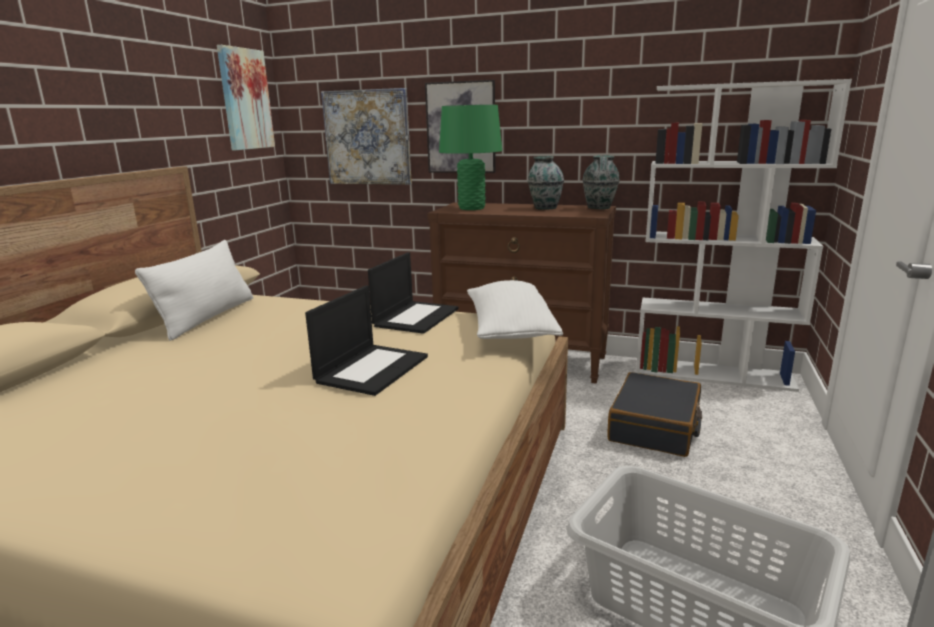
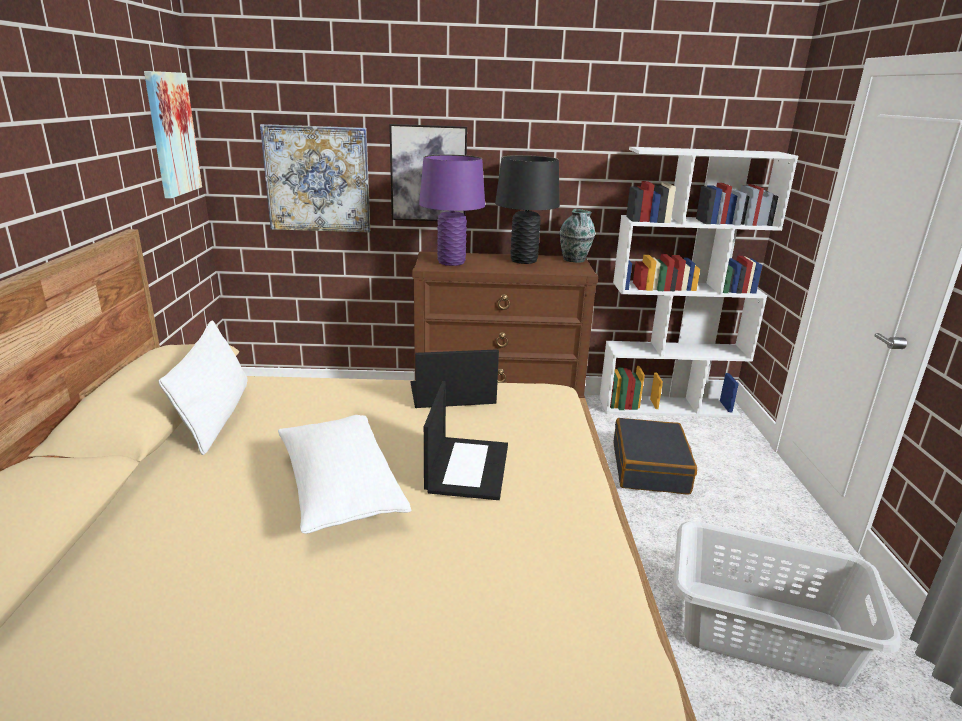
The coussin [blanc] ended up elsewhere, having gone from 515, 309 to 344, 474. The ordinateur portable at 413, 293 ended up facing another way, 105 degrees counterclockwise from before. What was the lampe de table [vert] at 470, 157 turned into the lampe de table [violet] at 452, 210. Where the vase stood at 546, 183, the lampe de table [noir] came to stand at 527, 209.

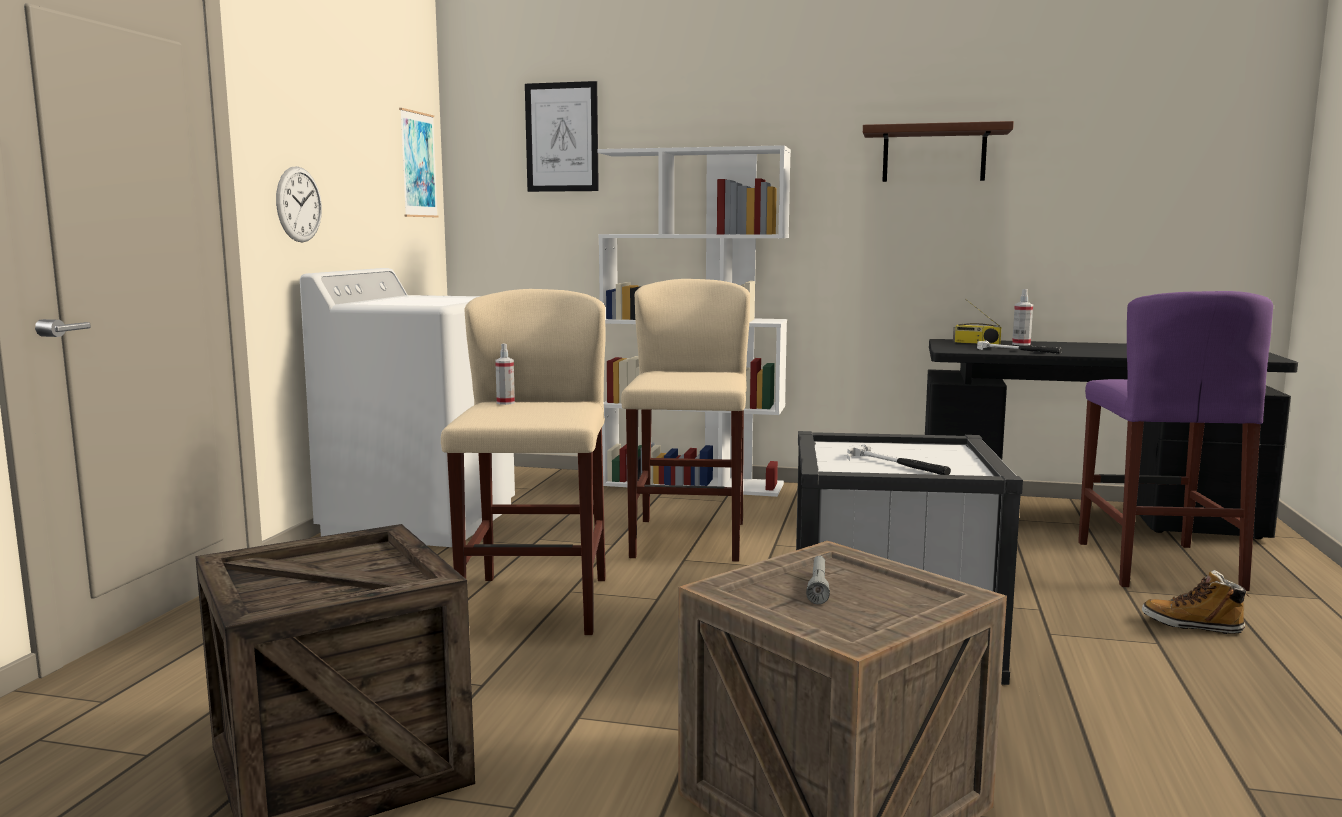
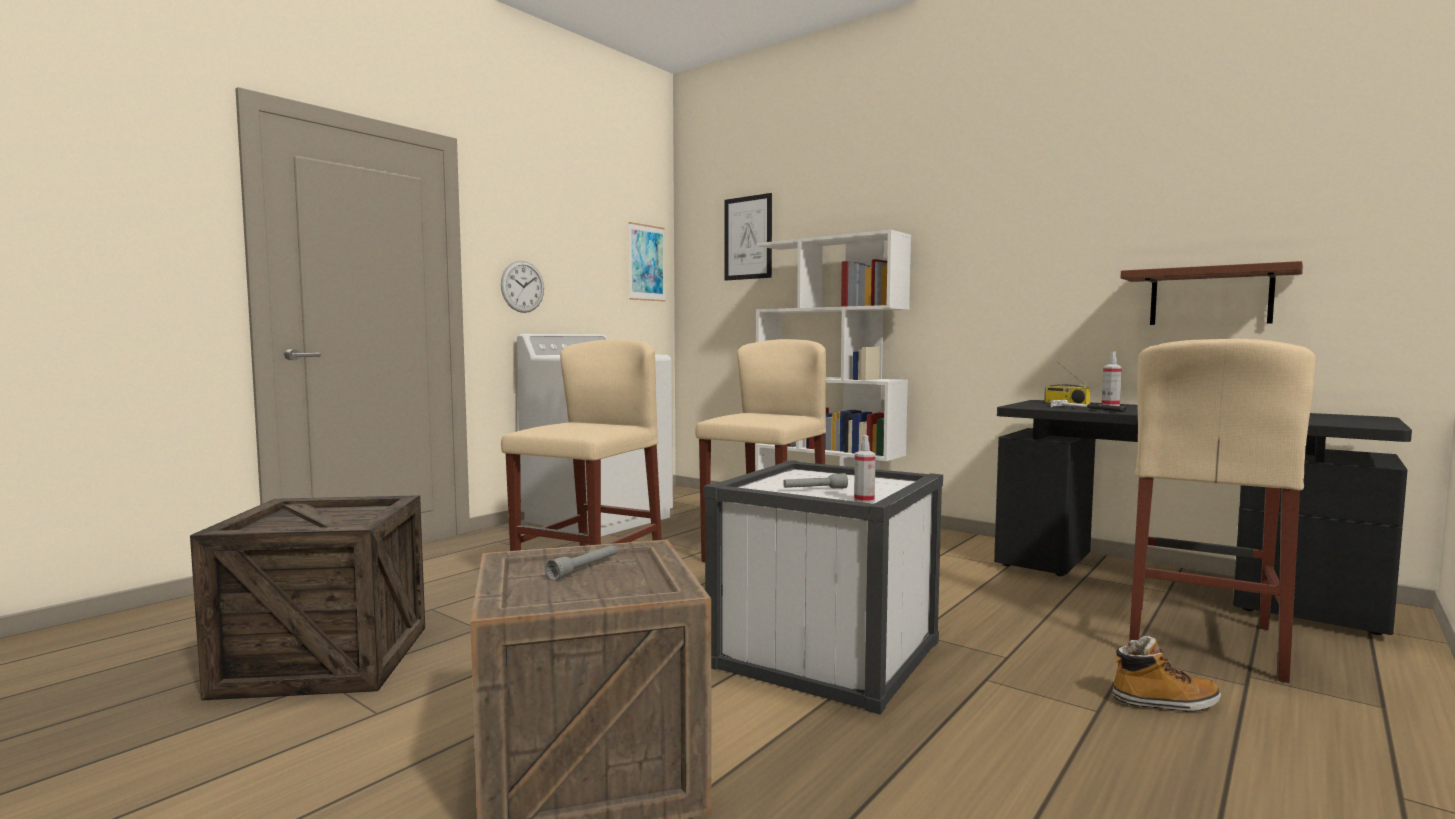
Where the marteau stood at 899, 459, the lampe de poche [gris] came to stand at 815, 480. The vaporisateur ended up elsewhere, having gone from 505, 374 to 865, 469. The botte at 1196, 602 ended up facing another way, 135 degrees clockwise from before. The étagère [marron] ended up elsewhere, having gone from 938, 151 to 1212, 293. What was the tabouret [violet] at 1175, 441 turned into the tabouret [beige] at 1222, 511.

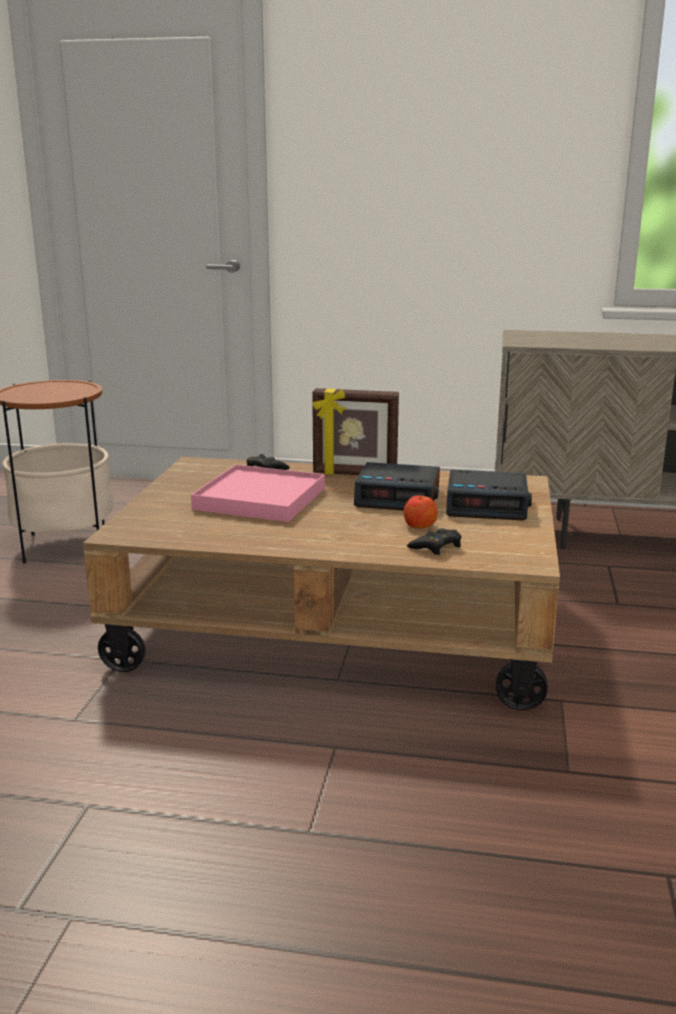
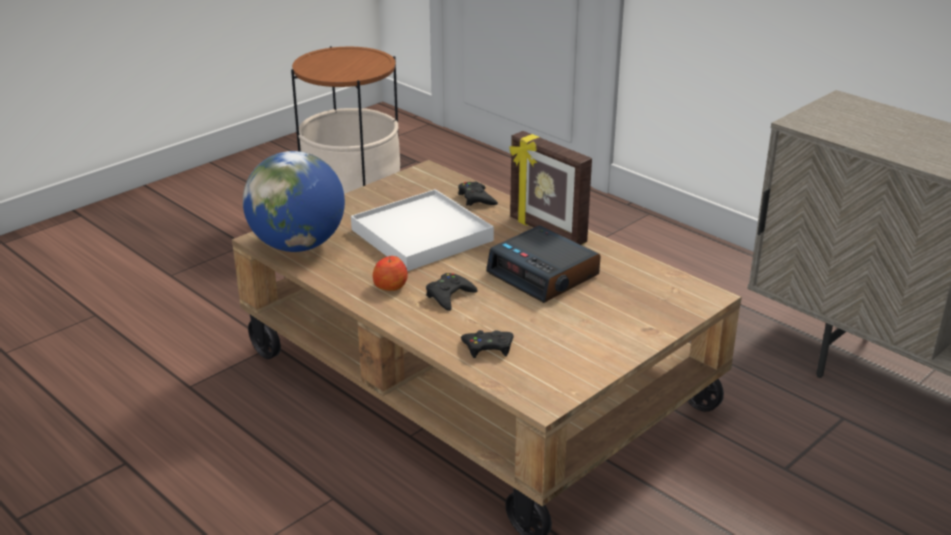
The second view gained the globe at 294, 201. What was the plateau [rose] at 258, 493 turned into the plateau [blanc] at 422, 230. The pomme ended up elsewhere, having gone from 420, 511 to 390, 273. The second view gained the manette [noir] at 452, 292. The second view lost the réveil at 489, 495.

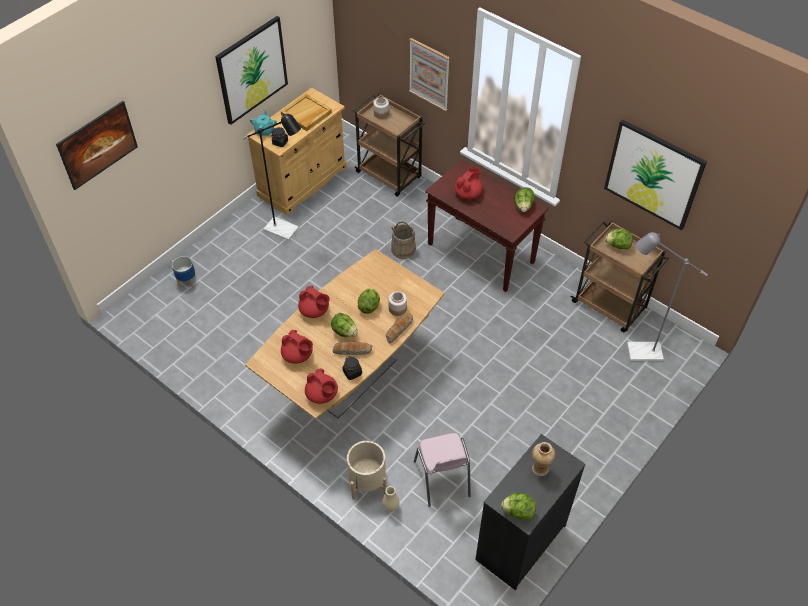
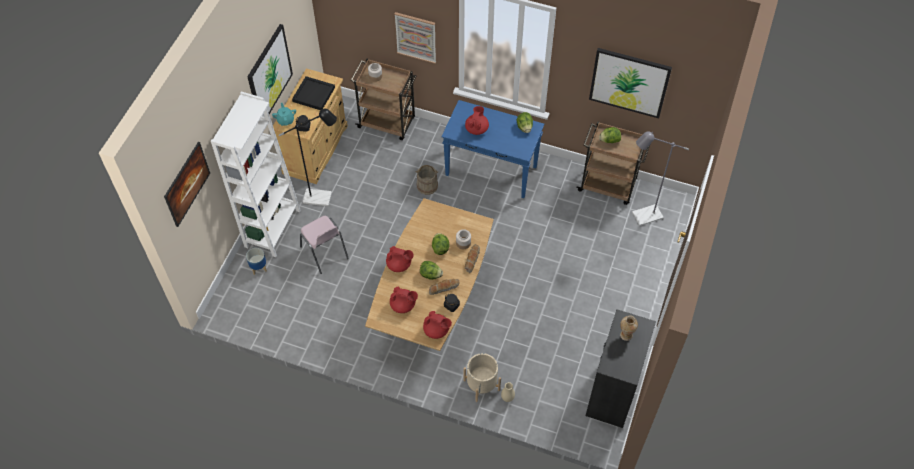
The second view gained the bibliothèque [blanc] at 256, 174. What was the plateau [beige] at 306, 112 turned into the plateau [noir] at 313, 93. The chaise [rose] ended up elsewhere, having gone from 442, 470 to 324, 245. What was the table console [marron] at 486, 225 turned into the table console [bleu] at 493, 149. The second view lost the laitue at 518, 506.

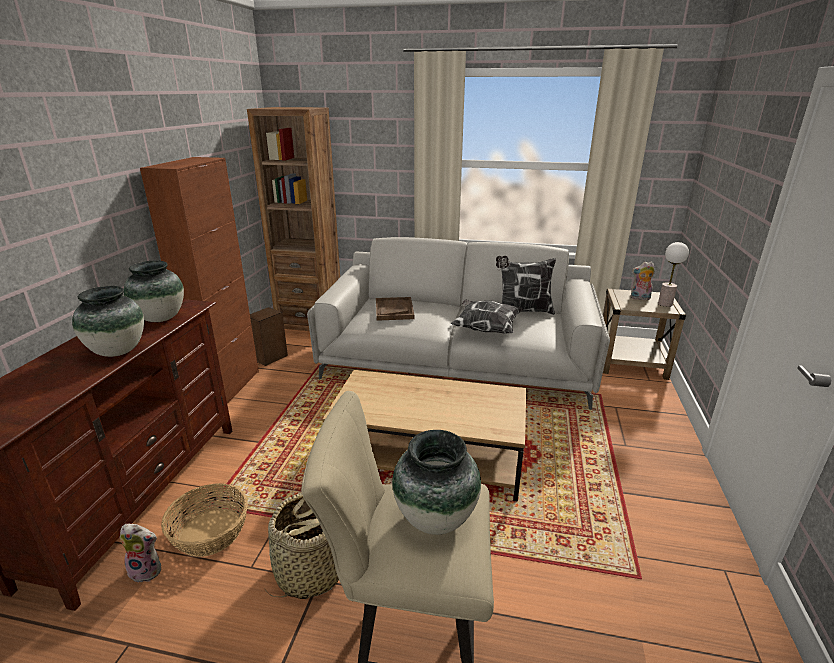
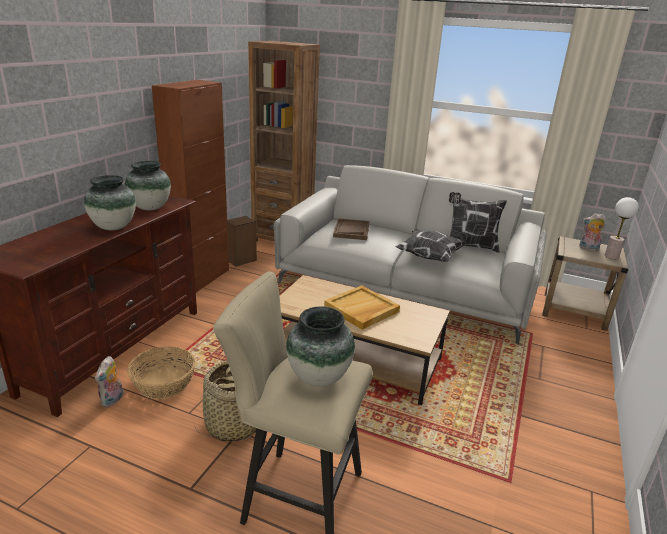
The peluche at 140, 553 ended up facing another way, 90 degrees clockwise from before. The second view gained the plateau [beige] at 362, 307.

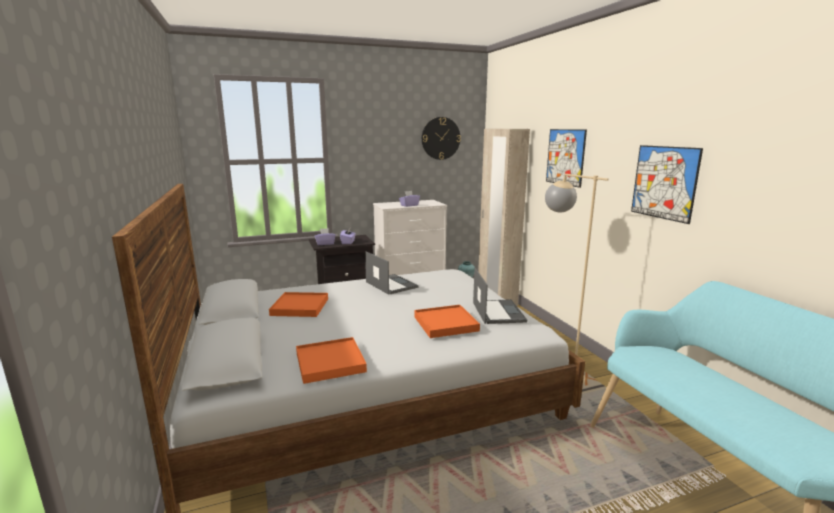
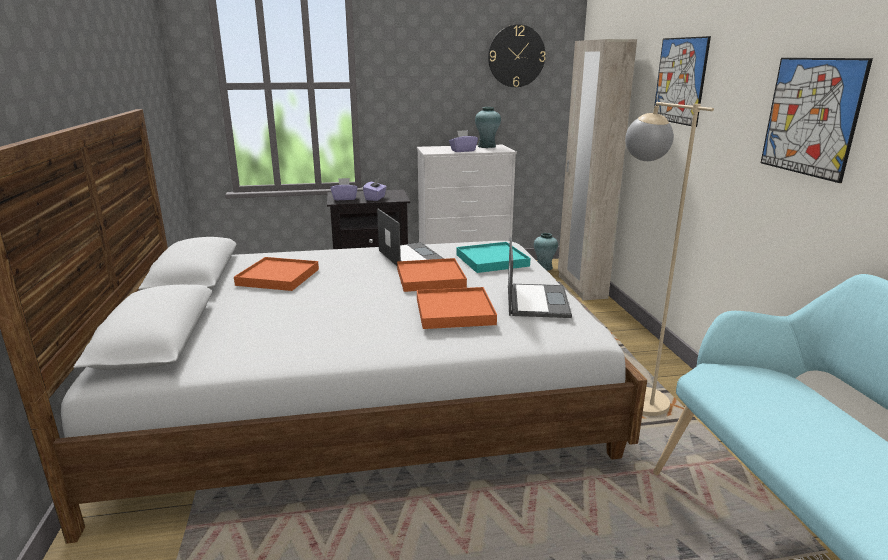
The plateau [orange] ended up elsewhere, having gone from 331, 360 to 432, 275. The second view gained the plateau [turquoise] at 493, 257. The second view gained the vase [turquoise] at 488, 127.

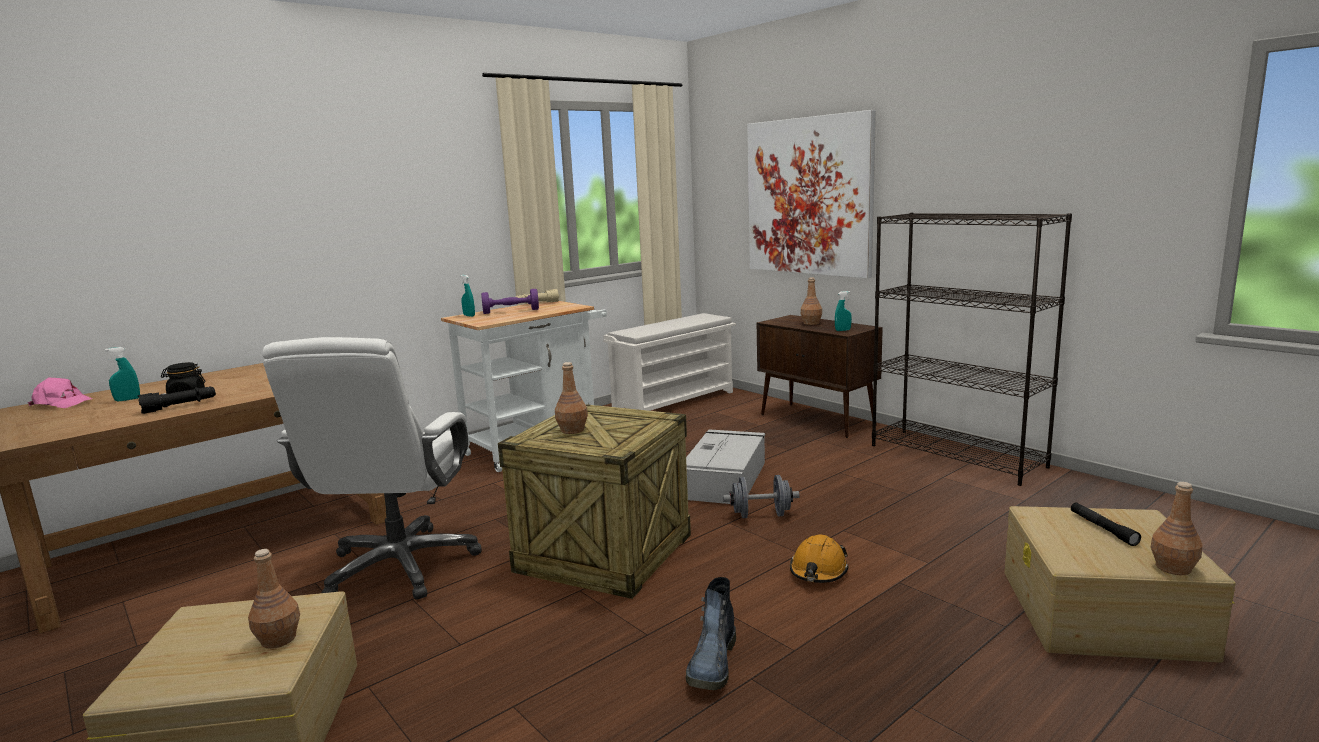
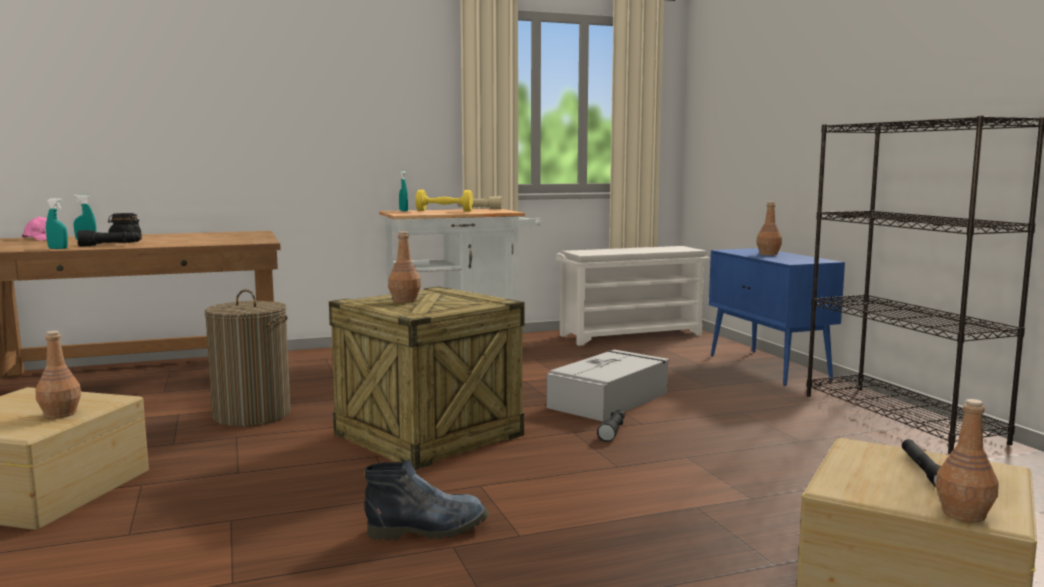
The vaporisateur [turquoise] ended up elsewhere, having gone from 843, 311 to 57, 223. Where the chaise de bureau [blanc] stood at 371, 468, the panier à linge came to stand at 248, 358. The botte at 711, 633 ended up facing another way, 135 degrees counterclockwise from before. What was the haltère [violet] at 510, 301 turned into the haltère [jaune] at 444, 201. Where the haltère [gris] stood at 761, 496, the lampe de poche [noir] came to stand at 611, 426. What was the meuble de rangement [marron] at 820, 376 turned into the meuble de rangement [bleu] at 777, 317. The second view lost the tableau at 811, 194. The second view lost the casque de chantier [orange] at 819, 558.

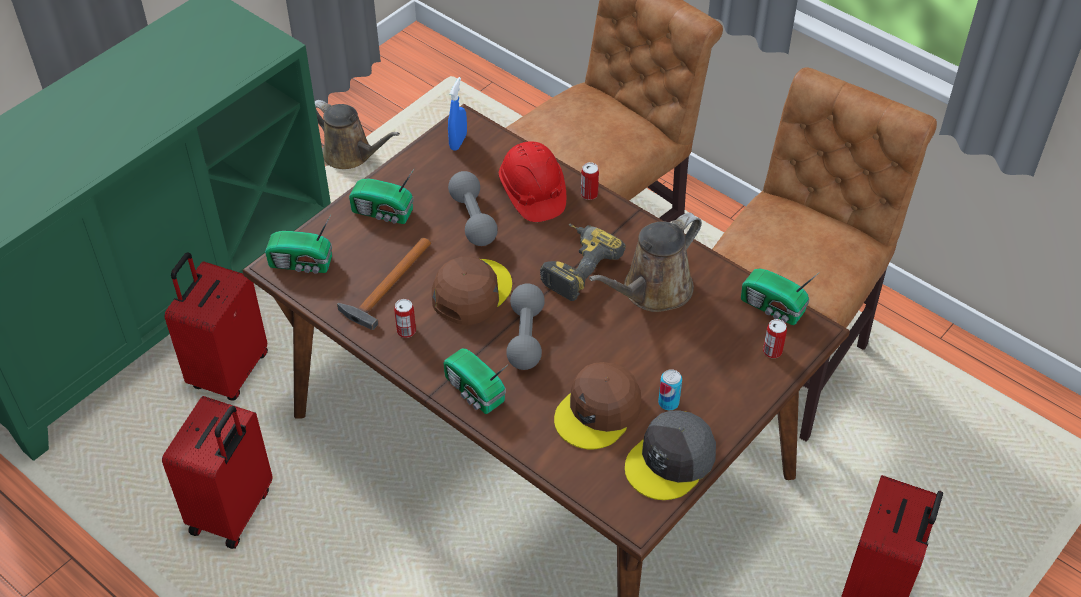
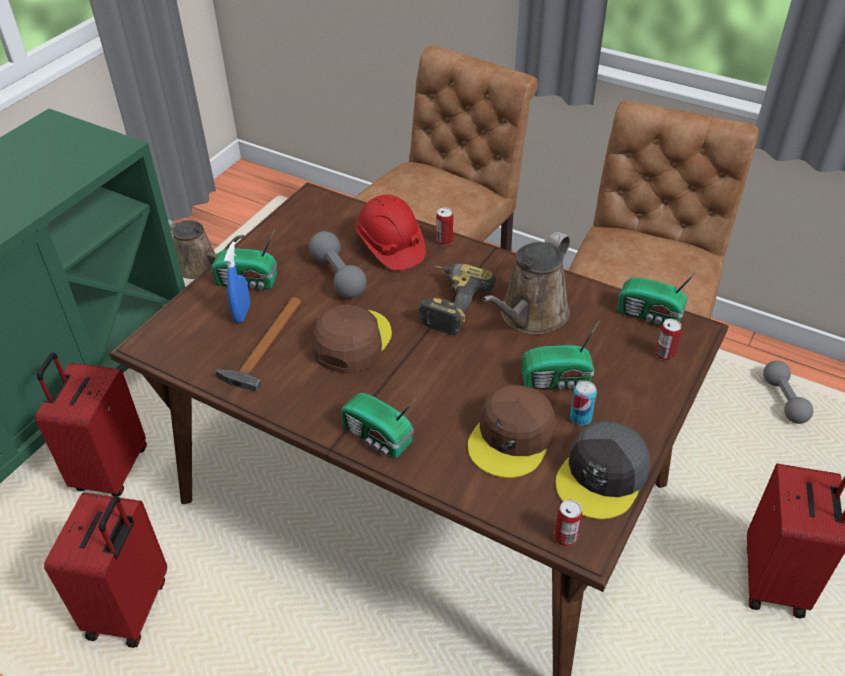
The vaporisateur [bleu] ended up elsewhere, having gone from 457, 114 to 237, 282. The radio ended up elsewhere, having gone from 298, 244 to 560, 355. The boîte métallique ended up elsewhere, having gone from 405, 318 to 568, 523. The haltère [gris] ended up elsewhere, having gone from 525, 326 to 788, 392.

